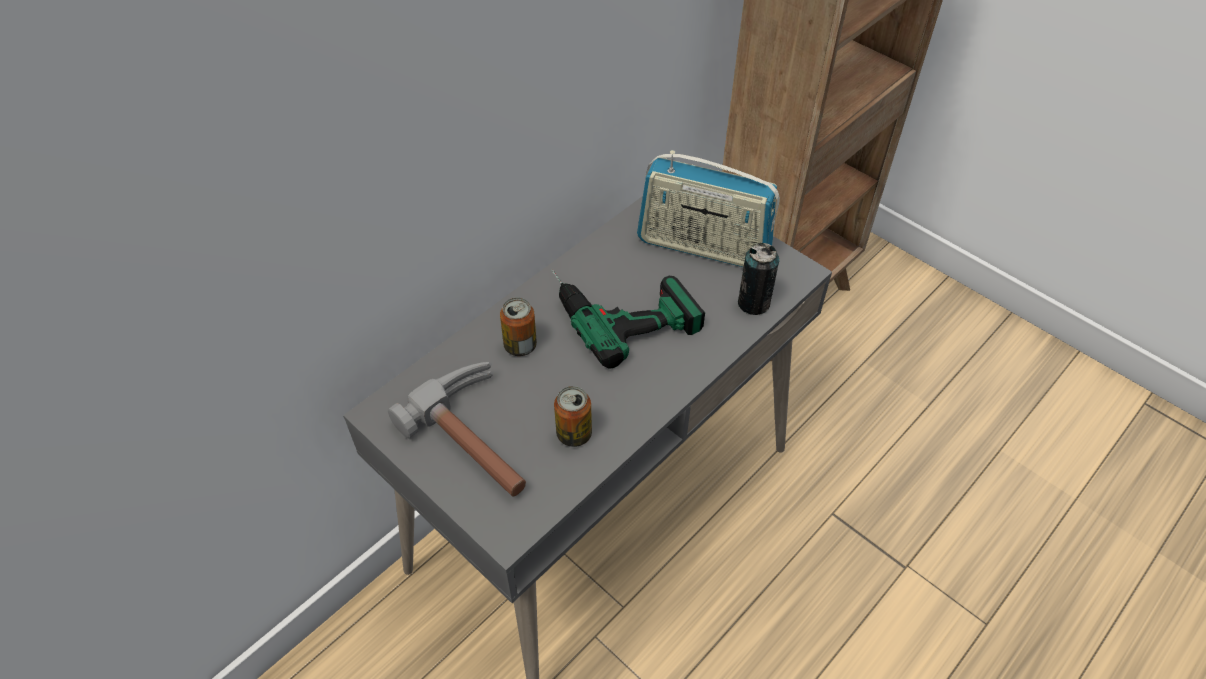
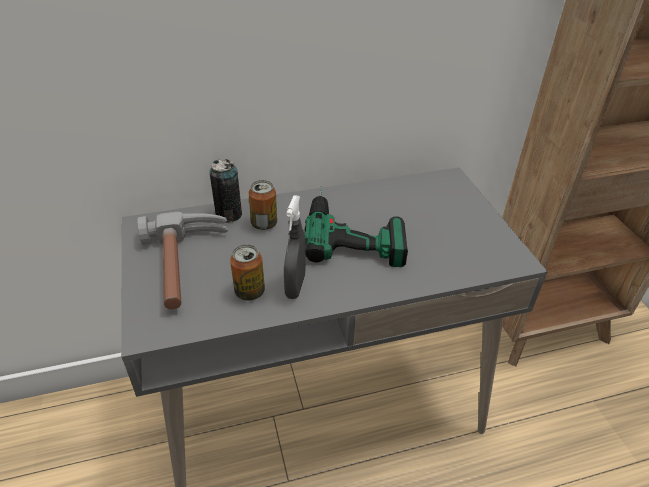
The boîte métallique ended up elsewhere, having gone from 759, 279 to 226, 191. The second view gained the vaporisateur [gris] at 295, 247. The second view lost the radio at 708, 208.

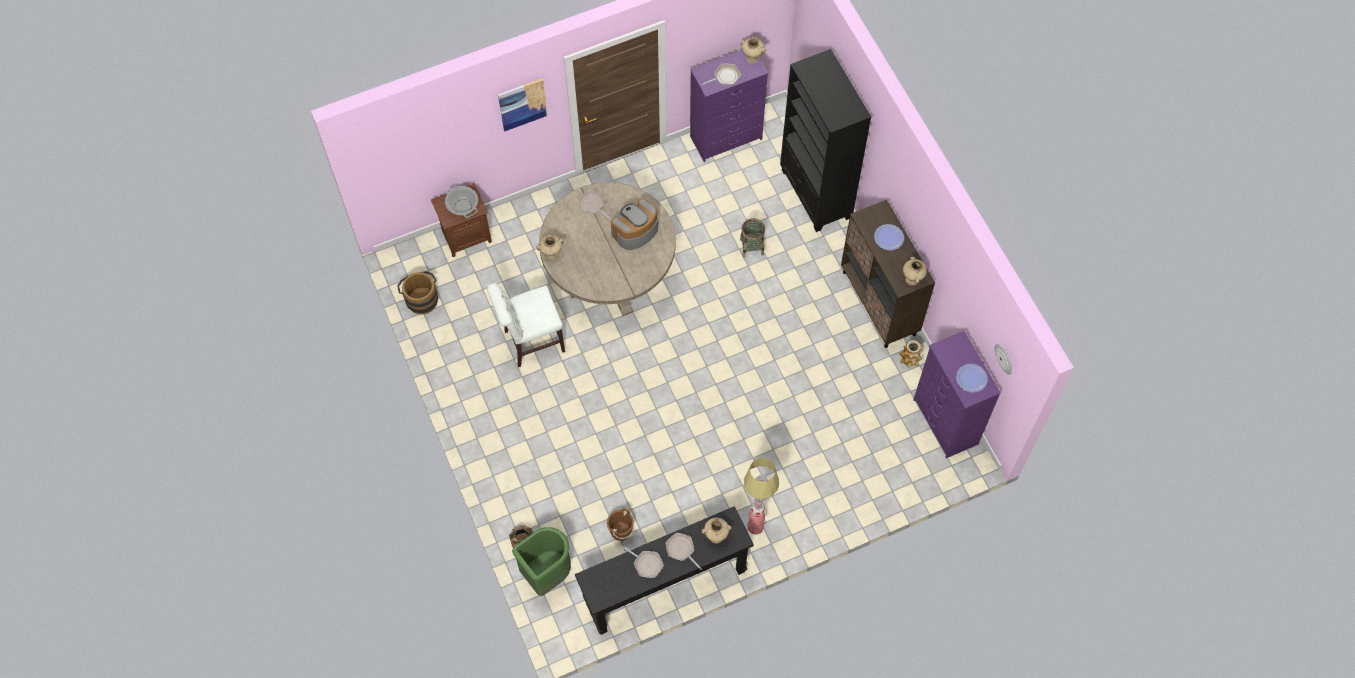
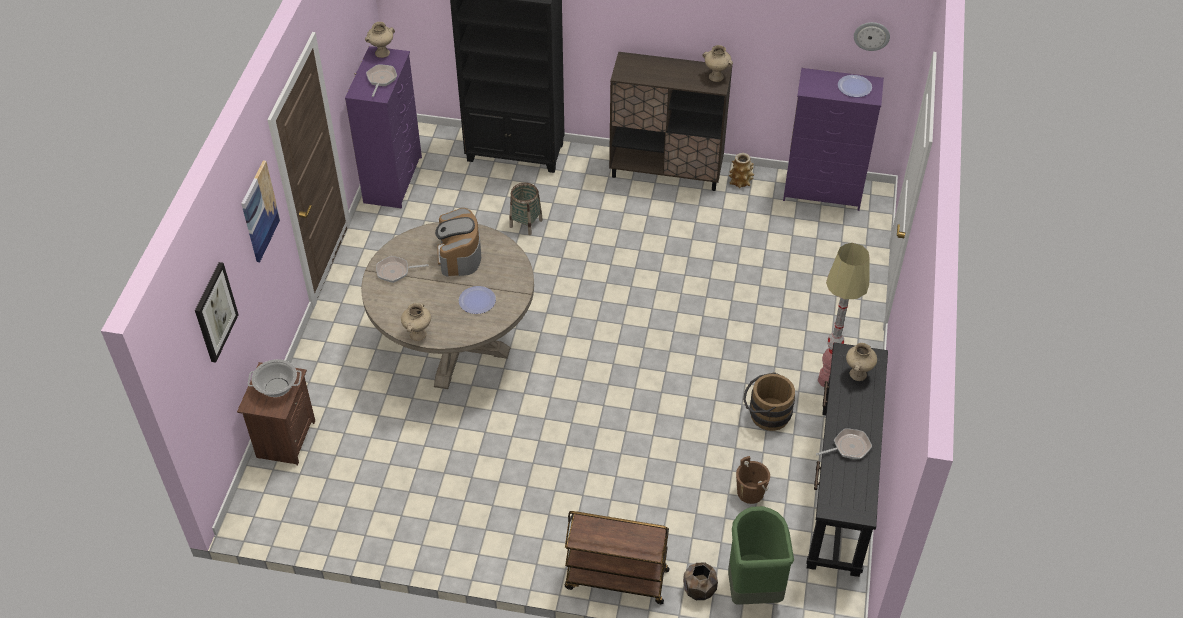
The second view gained the tableau at 217, 312. The assiette ended up elsewhere, having gone from 889, 237 to 477, 300. The second view gained the chariot [marron] at 617, 557. The seau [marron] ended up elsewhere, having gone from 417, 293 to 769, 401. The second view lost the chaise [blanc] at 526, 325. The second view lost the poêle at 684, 551.

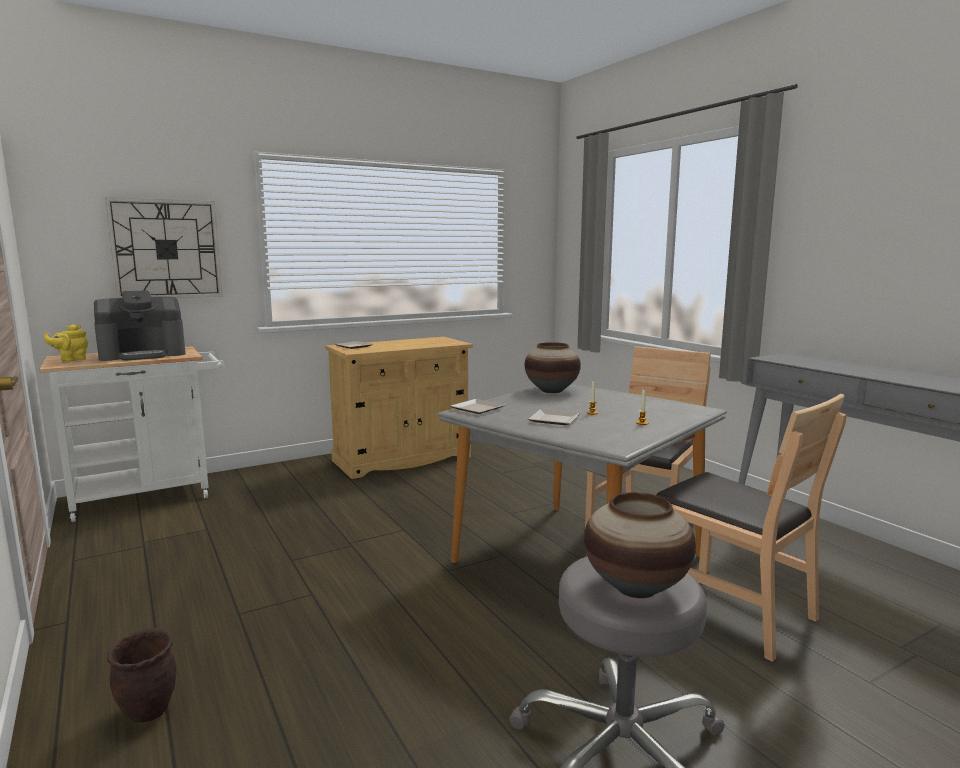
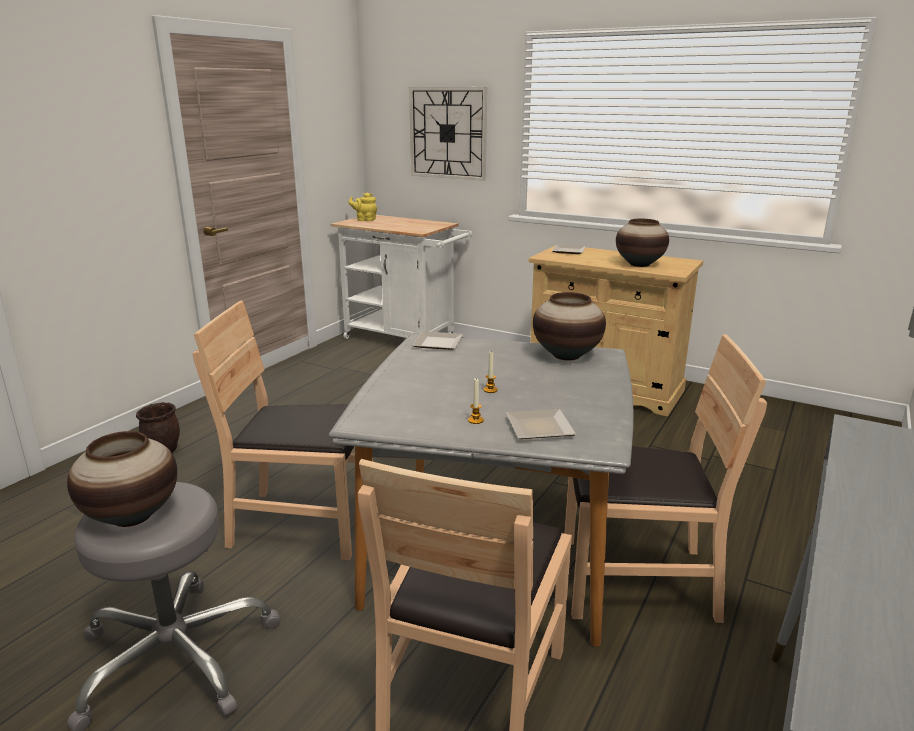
The second view gained the chaise [marron] at 283, 430. The assiette ended up elsewhere, having gone from 554, 417 to 541, 424. The second view gained the vase at 642, 243. The second view lost the machine à café at 140, 325.

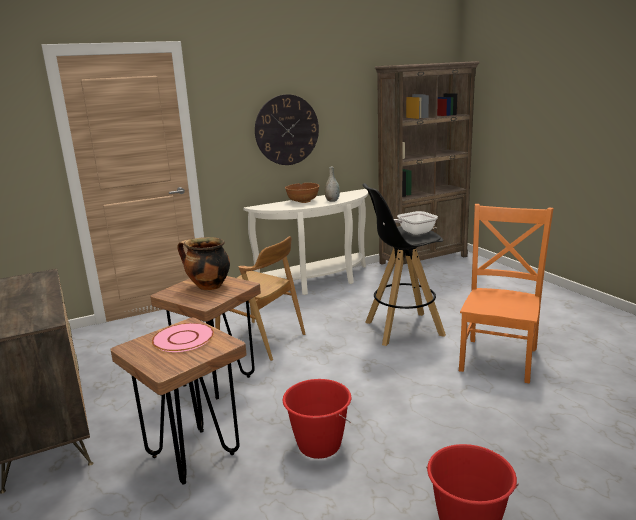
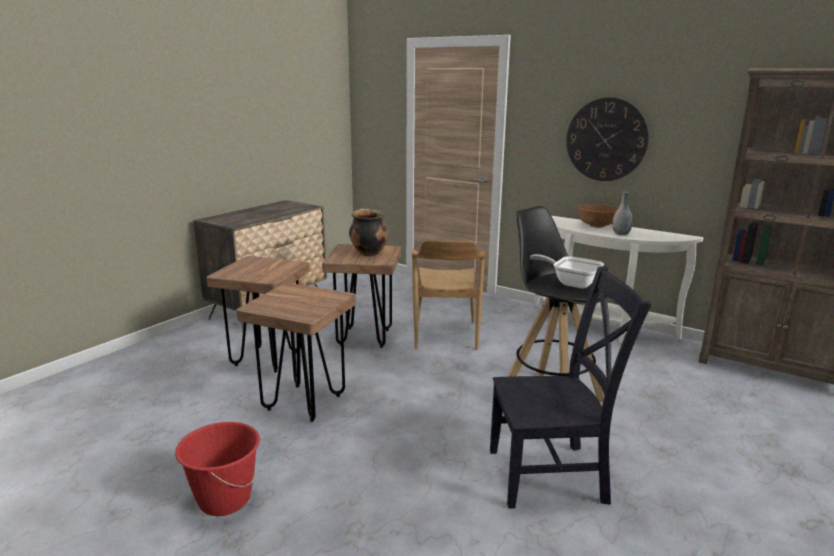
Where the seau [rouge] stood at 317, 419, the tabouret [marron] came to stand at 296, 352. What was the chaise [orange] at 506, 294 turned into the chaise [noir] at 571, 387. The second view lost the assiette [rose] at 183, 337.

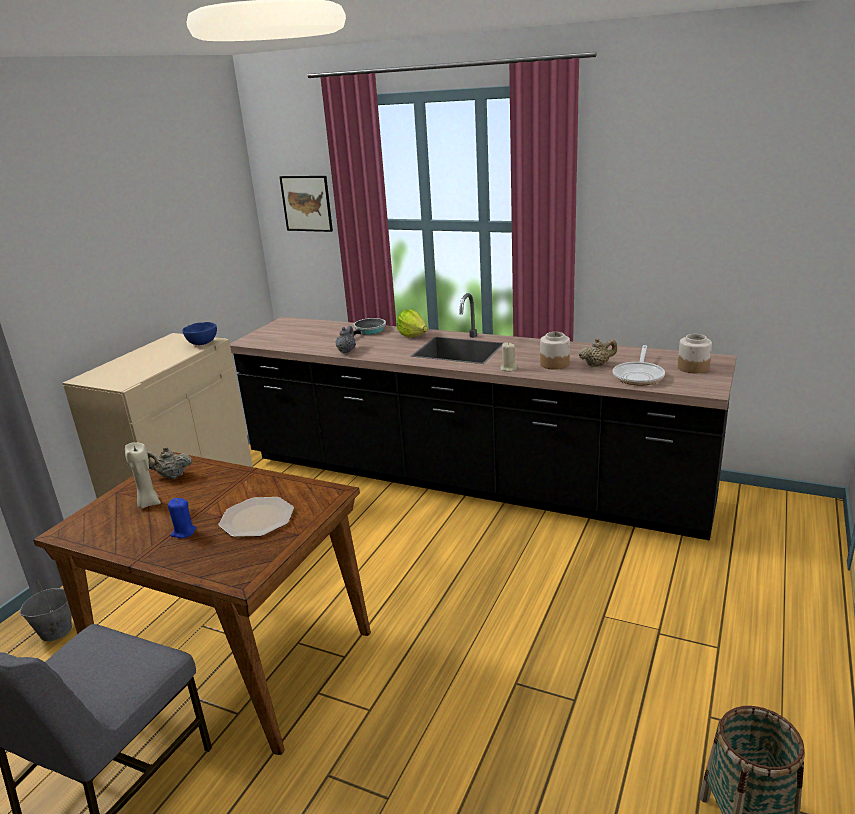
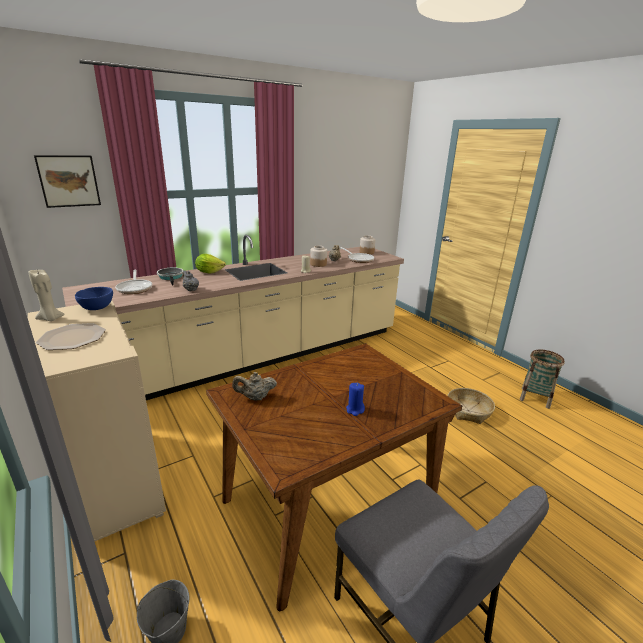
The bougie [beige] ended up elsewhere, having gone from 143, 475 to 47, 295. The assiette ended up elsewhere, having gone from 256, 517 to 71, 336. What was the comptoir de cuisine [noir] at 483, 417 turned into the comptoir de cuisine [beige] at 233, 317. The second view gained the poêle at 133, 282. The théière [beige] at 170, 463 ended up facing another way, 45 degrees clockwise from before. The second view gained the panier at 471, 406.

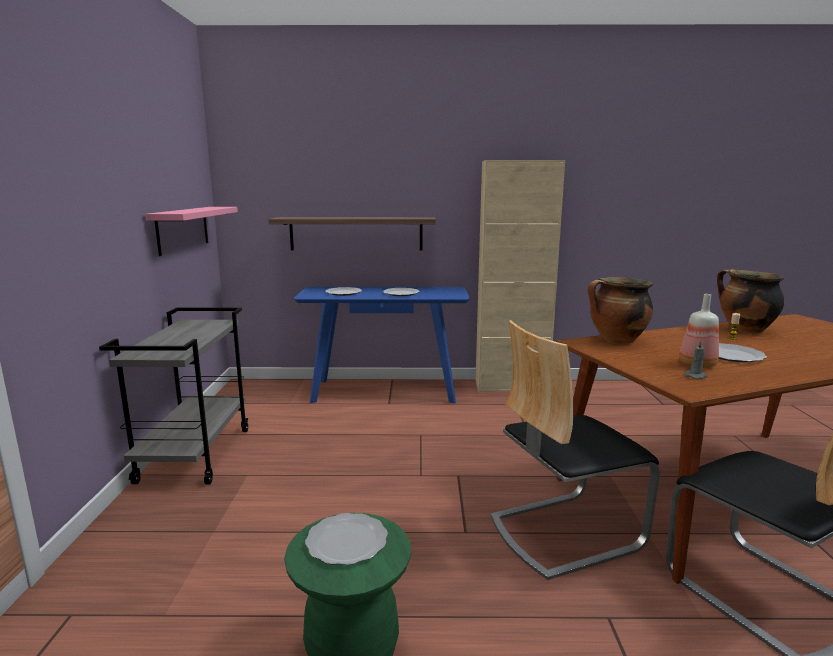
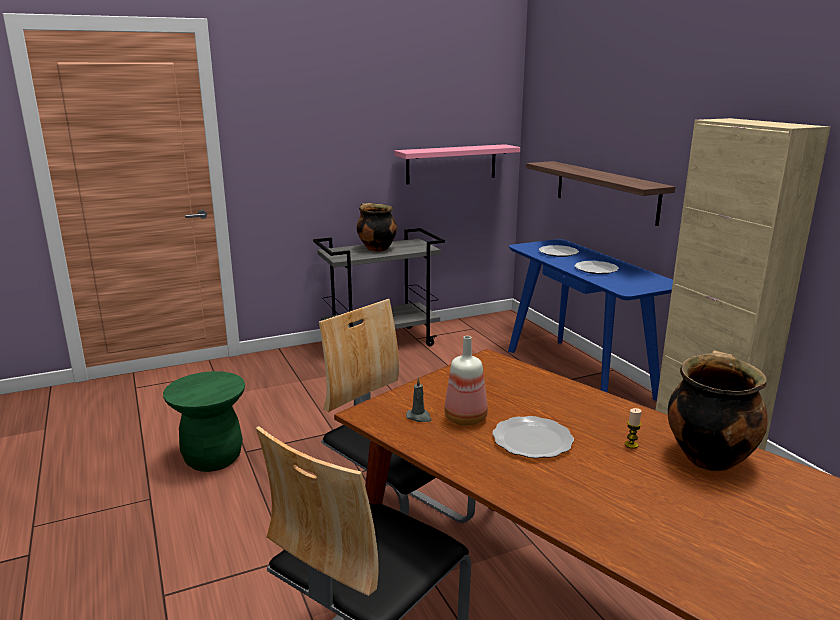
The marmite ended up elsewhere, having gone from 620, 310 to 376, 227. The second view lost the assiette at 346, 539.

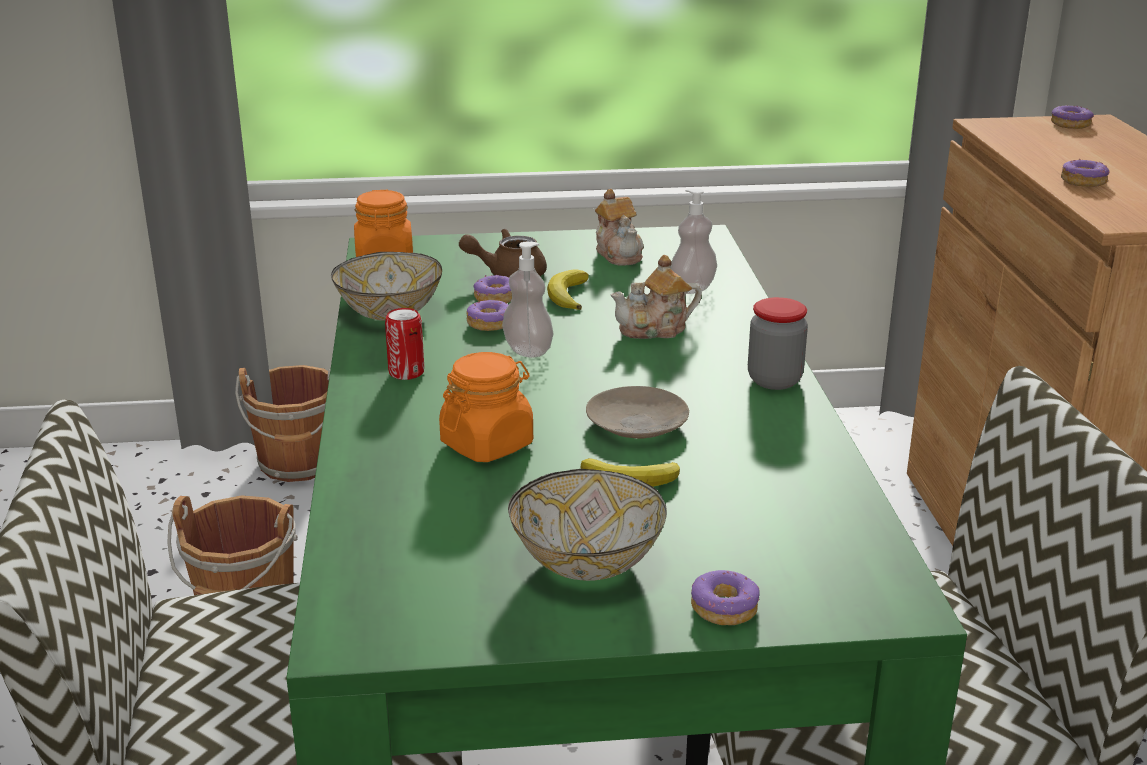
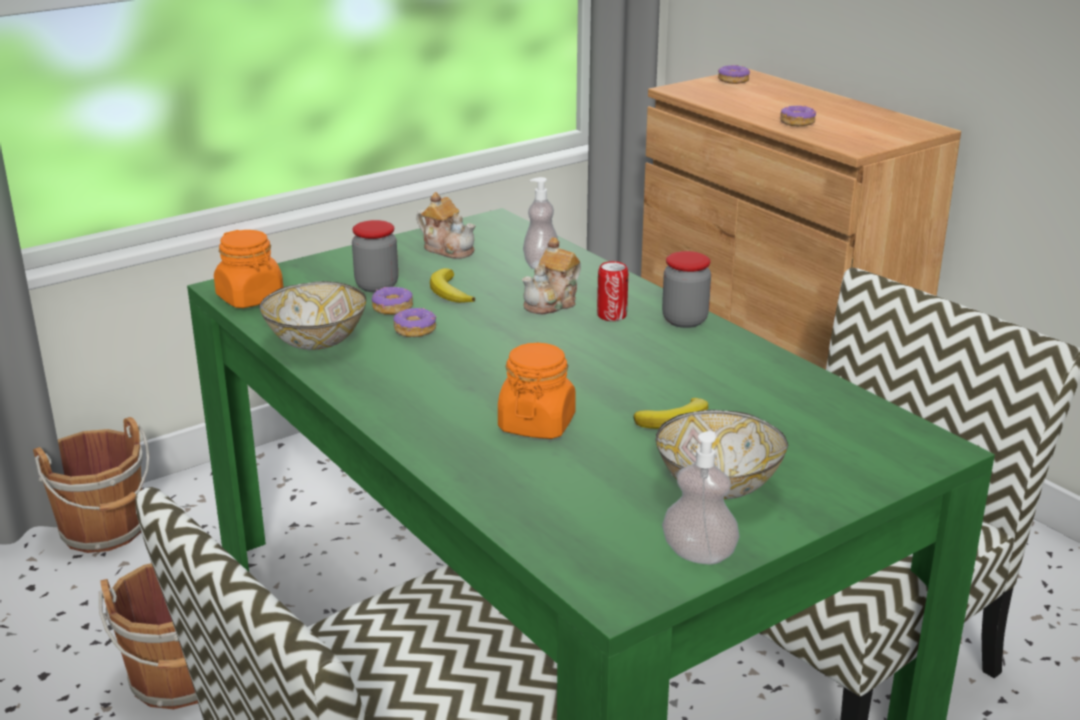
Where the théière [marron] stood at 503, 253, the bocal came to stand at 375, 256. The boîte métallique ended up elsewhere, having gone from 404, 344 to 612, 291. The distributeur de savon ended up elsewhere, having gone from 528, 300 to 701, 497. The second view lost the assiette [beige] at 637, 412. The second view lost the beignet at 725, 597.

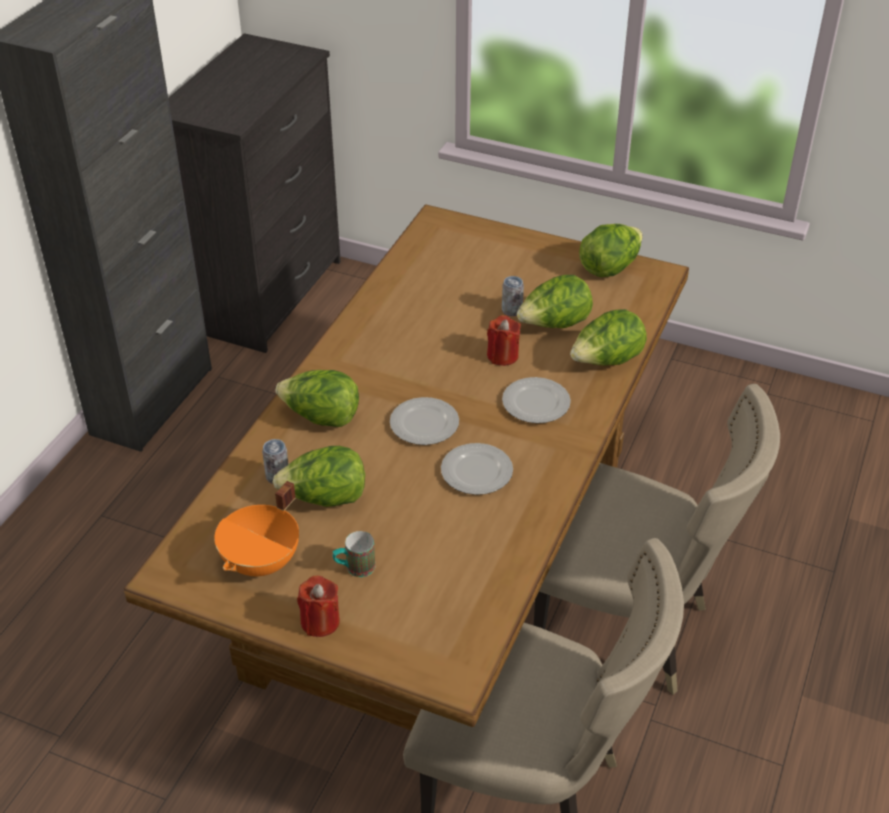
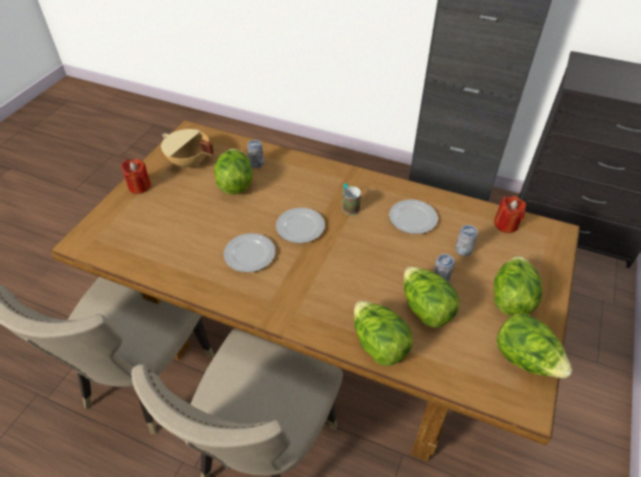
What was the marmite [orange] at 256, 528 turned into the marmite [beige] at 187, 148. The mug ended up elsewhere, having gone from 354, 554 to 351, 199. The assiette ended up elsewhere, having gone from 536, 400 to 413, 216. The second view gained the boîte métallique at 466, 240. The bougie [rouge] ended up elsewhere, having gone from 504, 340 to 510, 214. The laitue ended up elsewhere, having gone from 317, 398 to 518, 286.

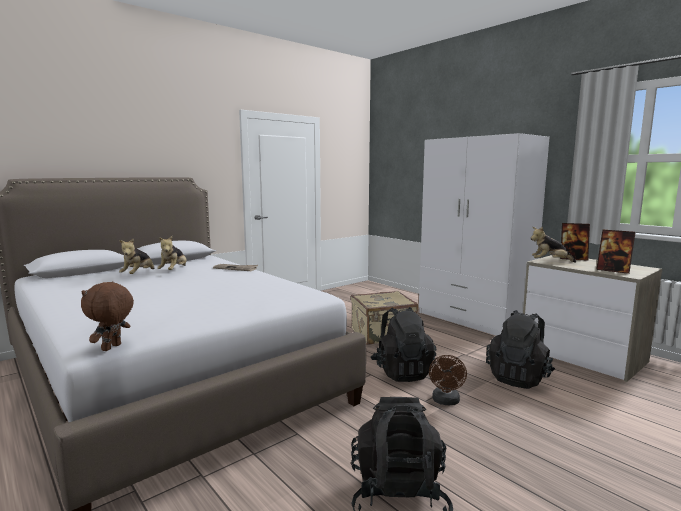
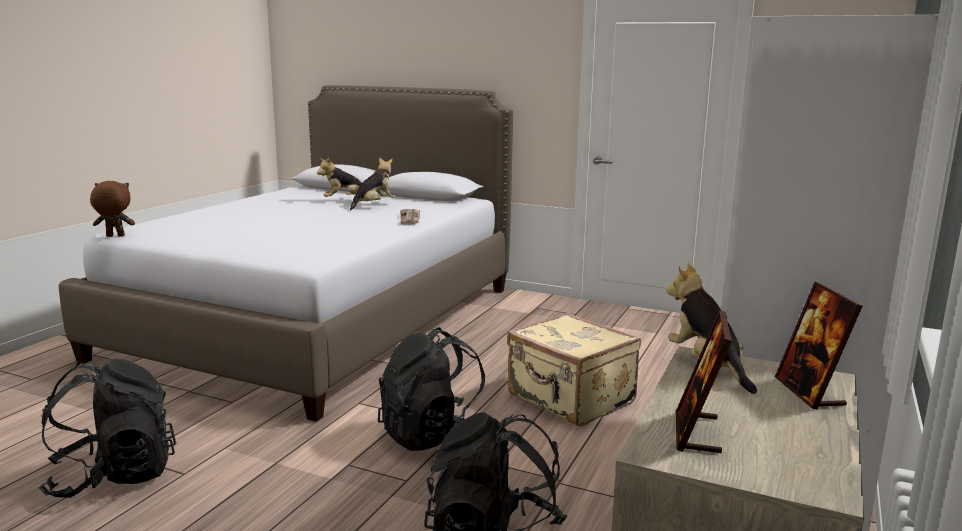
The peluche at 172, 253 ended up facing another way, 150 degrees clockwise from before. The second view lost the ventilateur [marron] at 448, 380.

